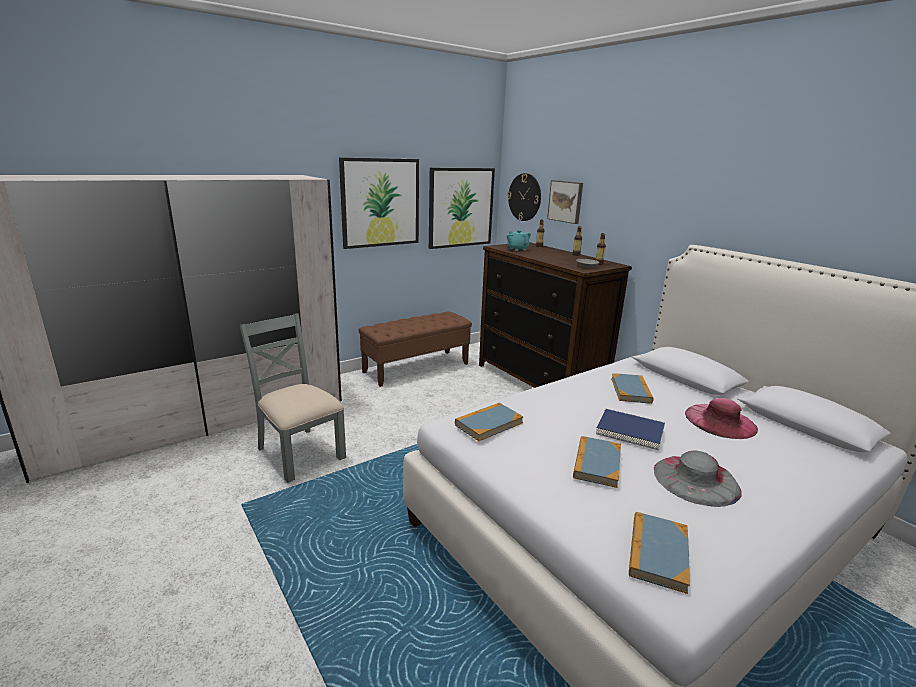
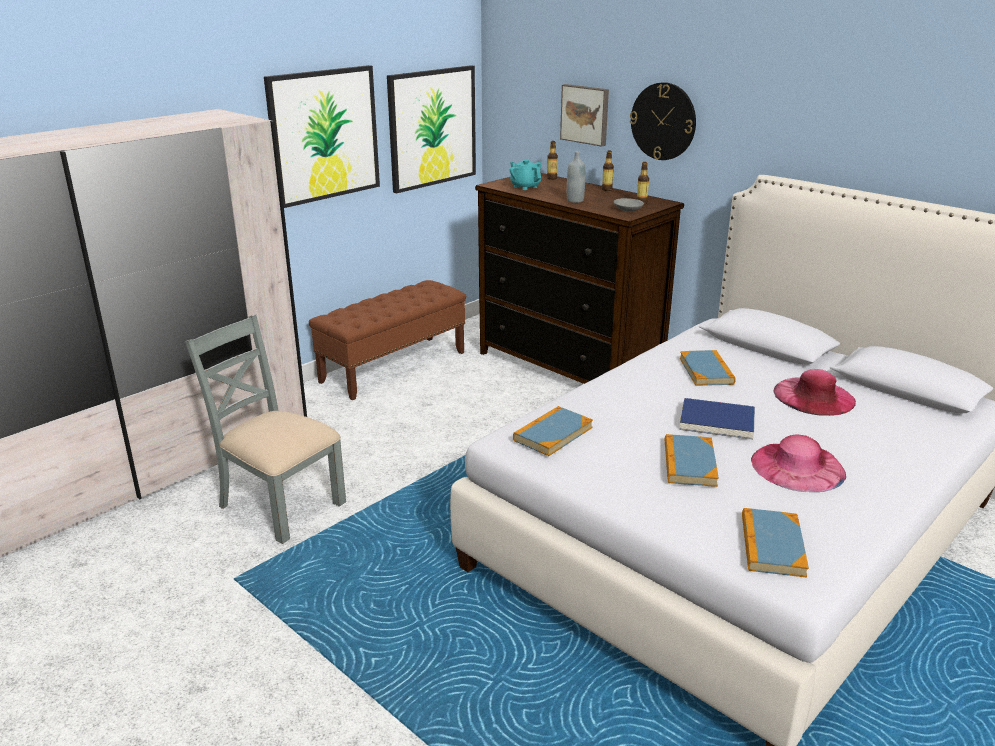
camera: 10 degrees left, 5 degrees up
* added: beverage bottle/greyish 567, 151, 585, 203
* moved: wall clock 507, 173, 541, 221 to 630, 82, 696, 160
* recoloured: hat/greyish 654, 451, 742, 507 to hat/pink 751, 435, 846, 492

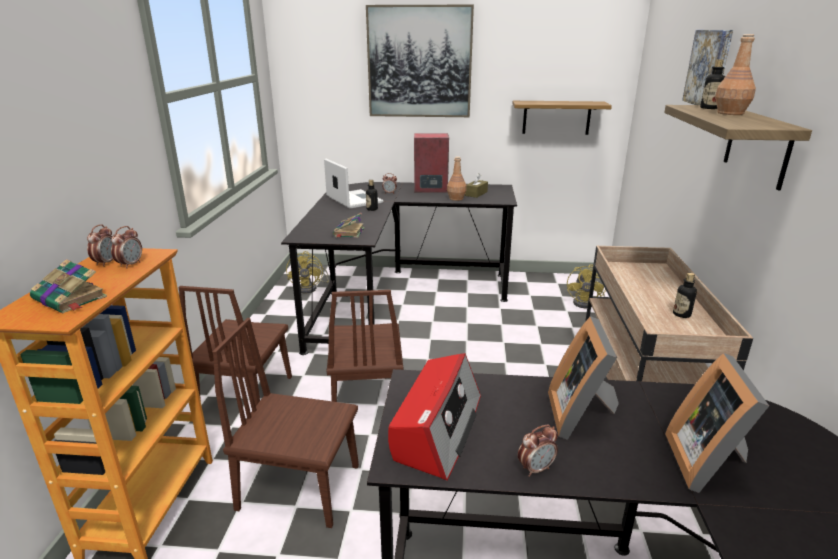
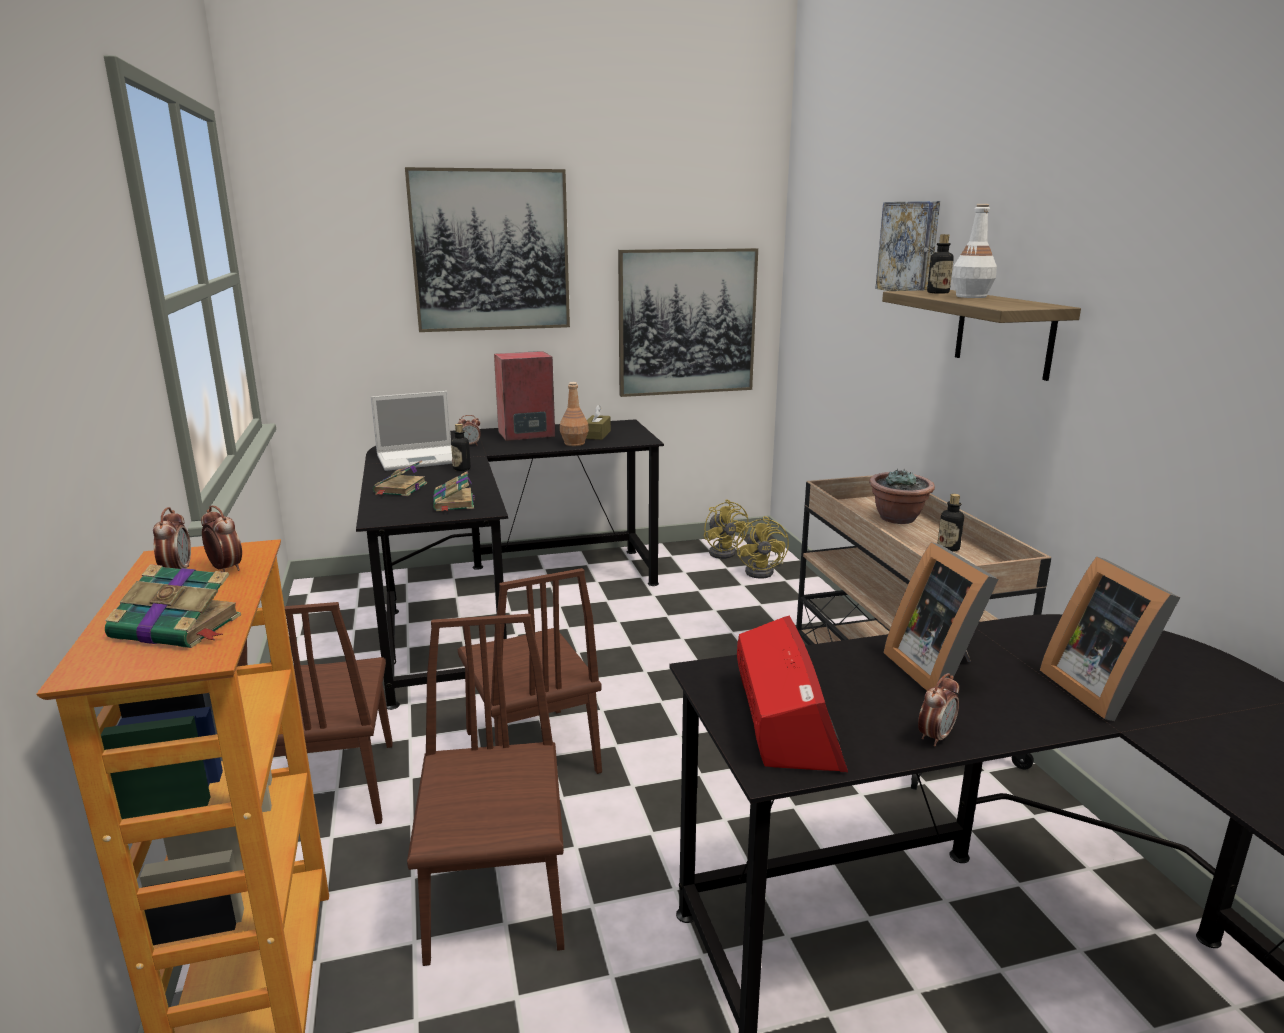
camera: 20 degrees left, 5 degrees down
* added: book 373, 460, 427, 496
* added: potted plant 869, 469, 935, 524
* moved: cooling fan/yellowish 286, 251, 329, 293 to 704, 499, 749, 559
* replaced: wall shelf 512, 101, 612, 135 to picture 618, 248, 758, 397
* recoloured: beverage bottle/brown 715, 34, 756, 115 to beverage bottle/white-coloured 952, 204, 997, 298
* turned: alarm clock 111, 226, 142, 269 = 201, 505, 242, 572 45 degrees counterclockwise
* turned: chair/brown 212, 318, 359, 528 = 407, 614, 564, 966 90 degrees clockwise
* turned: portable computer 324, 159, 384, 209 = 371, 391, 453, 471 120 degrees clockwise

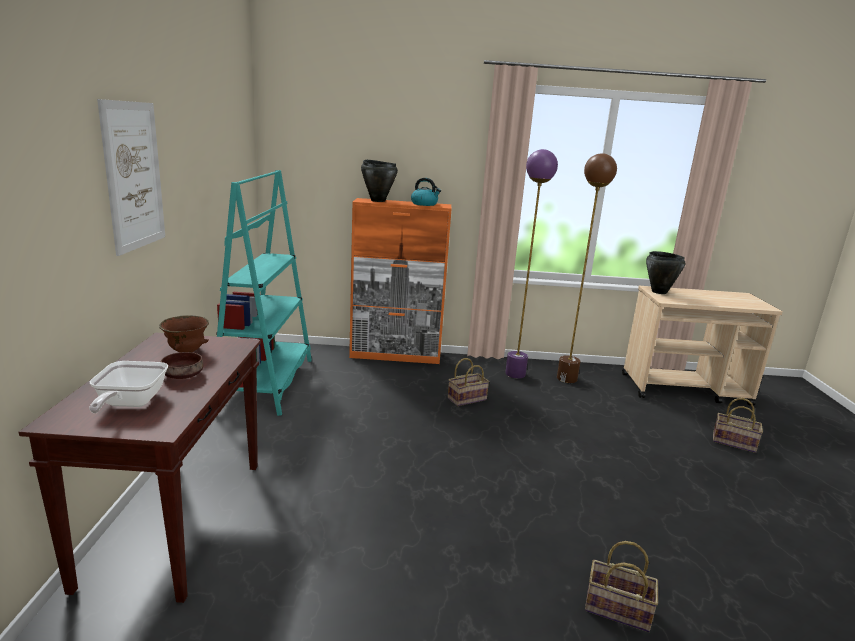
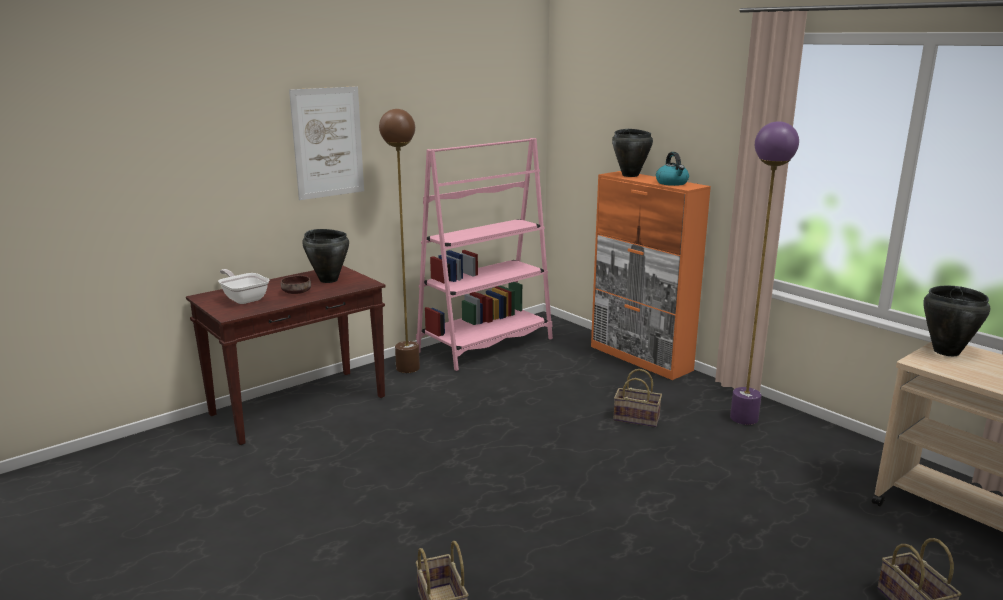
camera: 50 degrees right, 0 degrees up
* moved: standing lamp/brown 557, 153, 617, 383 to 379, 109, 420, 373
* replaced: serving bowl/brown 159, 315, 209, 352 to stockpot/black 302, 229, 349, 283
* recoloured: shelving unit/blue-green 216, 170, 312, 416 to shelving unit/pink 416, 138, 553, 371
* turned: pan 89, 361, 168, 413 = 218, 269, 269, 304 90 degrees clockwise

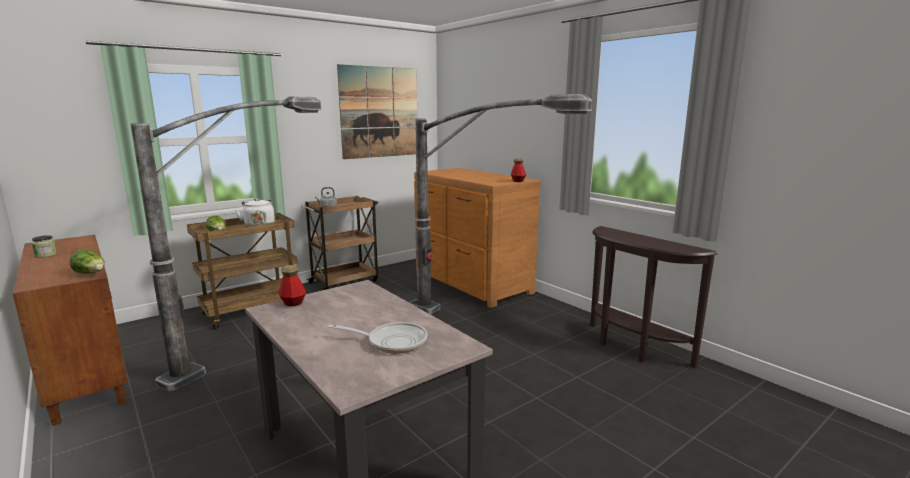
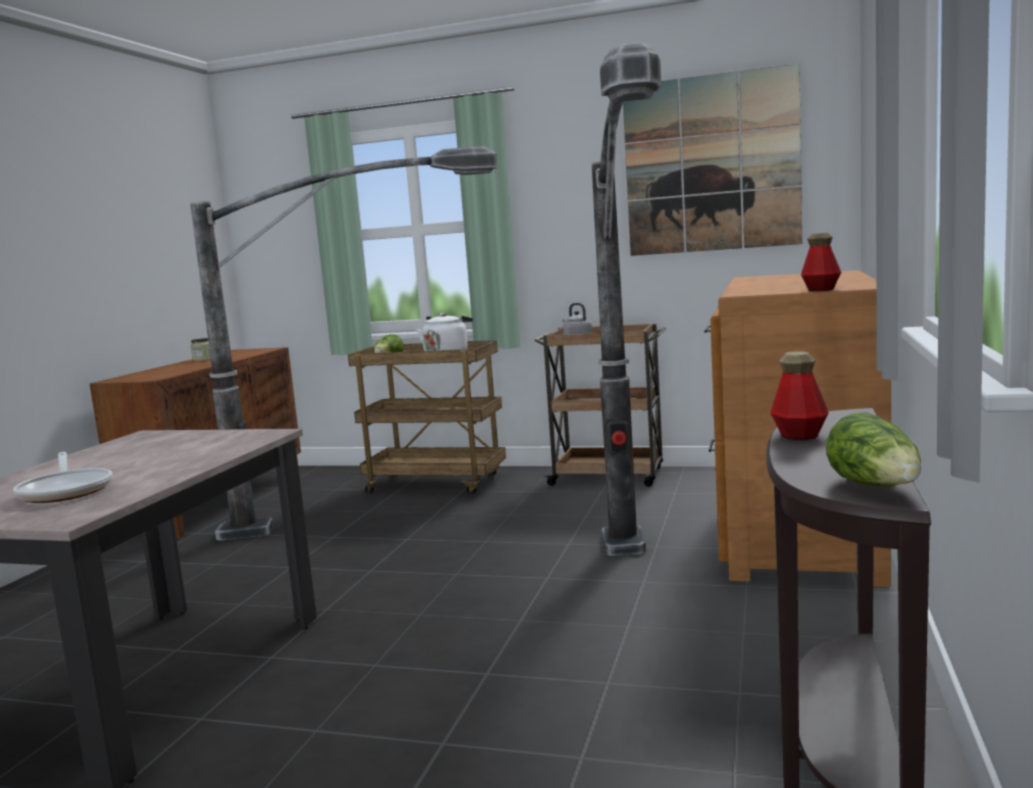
camera: 55 degrees right, 5 degrees down
* moved: lettuce head 69, 249, 105, 274 to 826, 412, 921, 486
* moved: beverage bottle 278, 265, 306, 306 to 770, 351, 829, 440

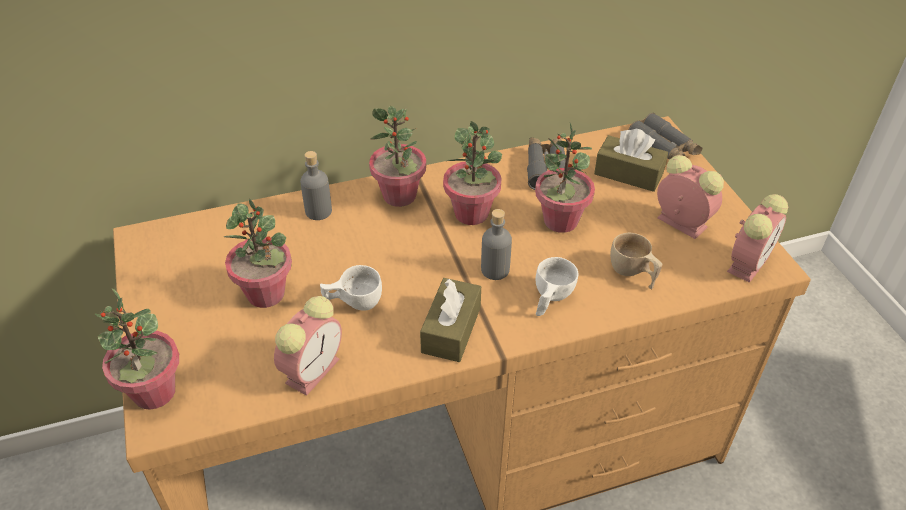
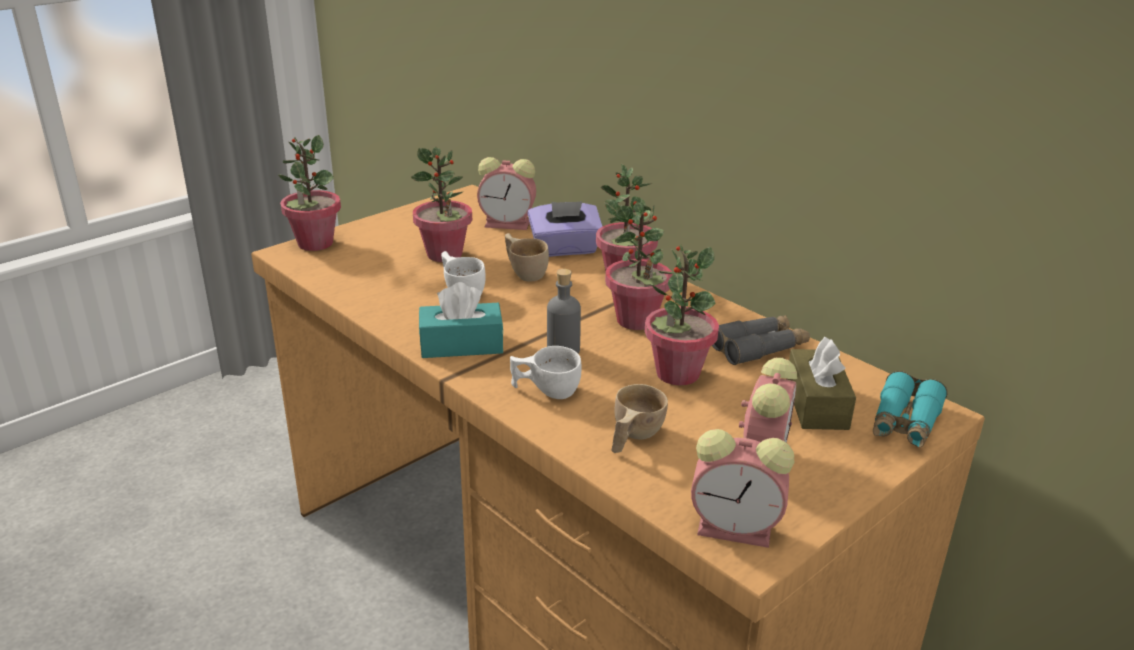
camera: 65 degrees right, 15 degrees down
* added: drinking cup/beige 505, 233, 549, 282
* moved: alarm clock 274, 296, 342, 396 to 477, 157, 536, 230
* replaced: beverage bottle/greyish 300, 151, 332, 220 to box of tissues/purple-coloured 527, 201, 602, 257
* recoloured: box of tissues/brown 420, 278, 481, 362 to box of tissues/blue-green 419, 282, 504, 358
* recoloured: field glasses/greyish 629, 113, 702, 160 to field glasses/blue-green 873, 371, 948, 448

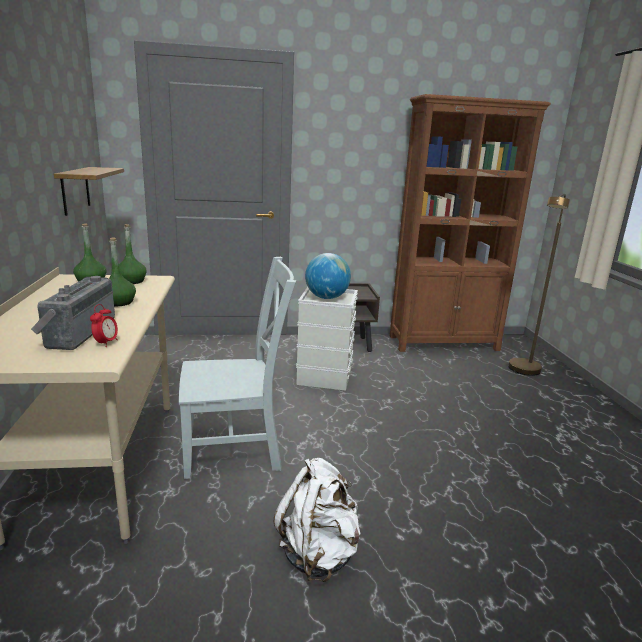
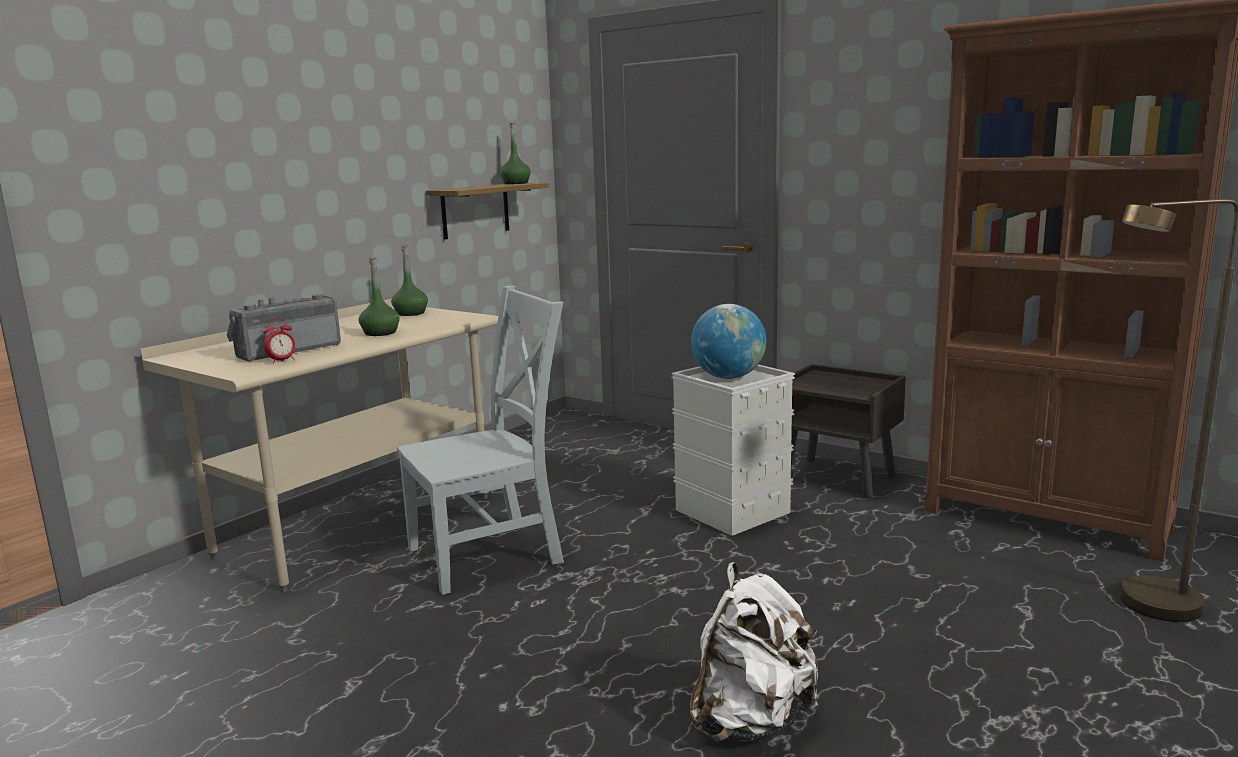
camera: 45 degrees right, 5 degrees down
* moved: beverage bottle/greenish 119, 224, 147, 284 to 500, 123, 531, 184
* moved: rucksack/white-coloured 274, 458, 360, 582 to 689, 562, 819, 742
* turned: chair/greyish 179, 257, 296, 479 = 397, 285, 564, 595 60 degrees counterclockwise

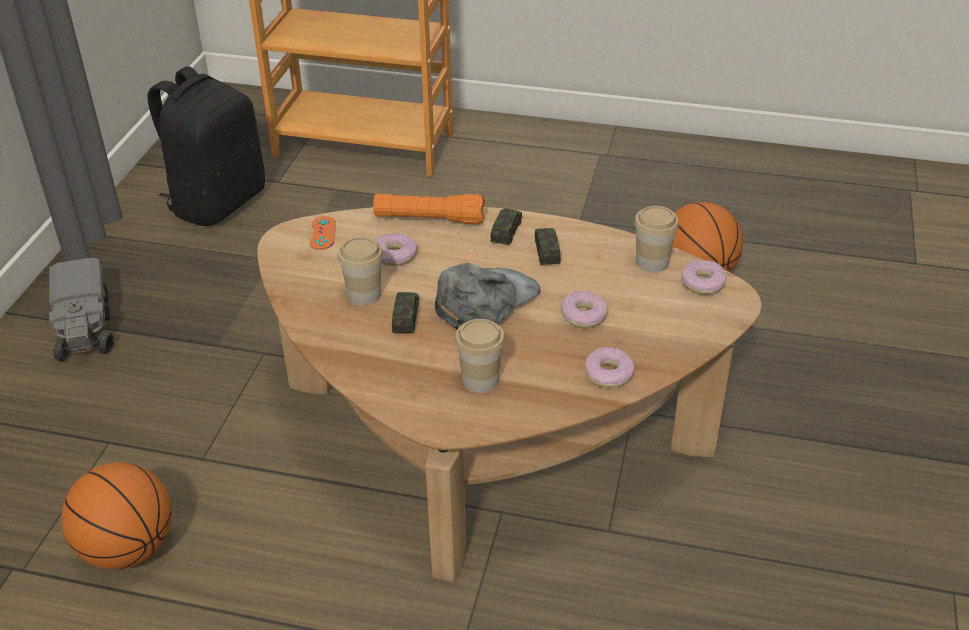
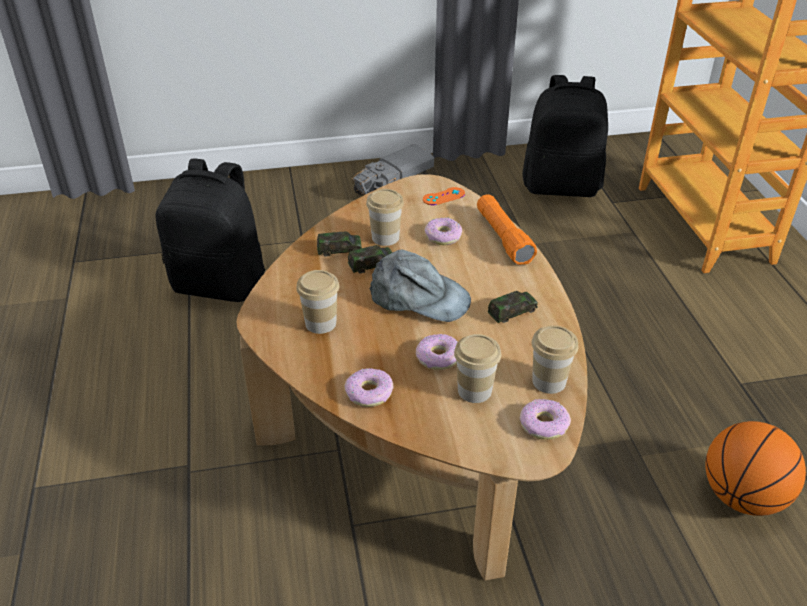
camera: 65 degrees right, 0 degrees up
* added: drinking cup 454, 334, 501, 403
* moved: toy car 490, 208, 522, 245 to 317, 232, 362, 256
* replaced: ball for basketball 61, 462, 172, 569 to rucksack/black 155, 158, 265, 302

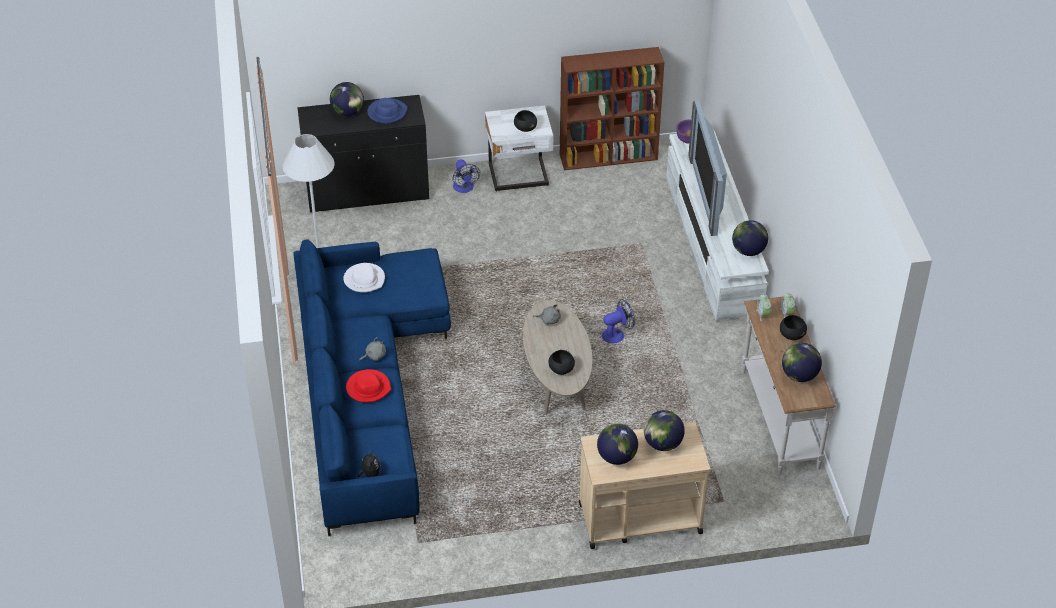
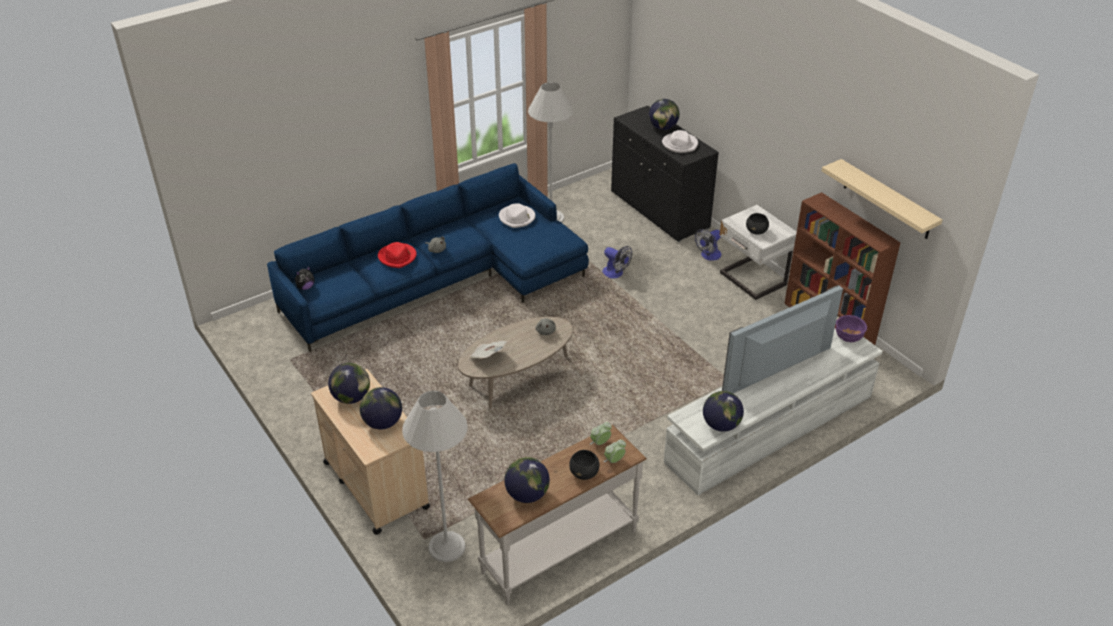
camera: 65 degrees right, 5 degrees down
* added: standing lamp/white-coloured 402, 390, 468, 562
* added: wall shelf/beige 822, 159, 943, 239
* moved: cooling fan 602, 299, 635, 344 to 602, 246, 632, 279
* replaced: serving bowl/black 549, 350, 575, 375 to printed paper 469, 340, 507, 359
* recoloured: hat/bluish 367, 98, 408, 124 to hat/white-coloured 662, 130, 698, 153

